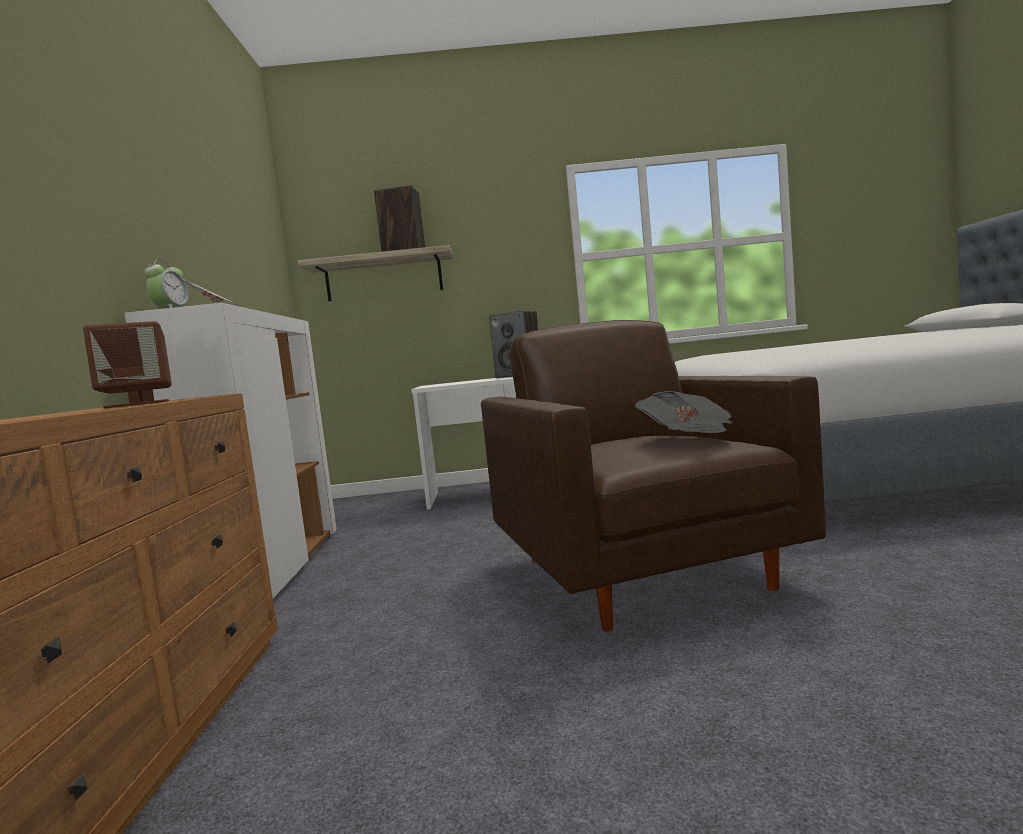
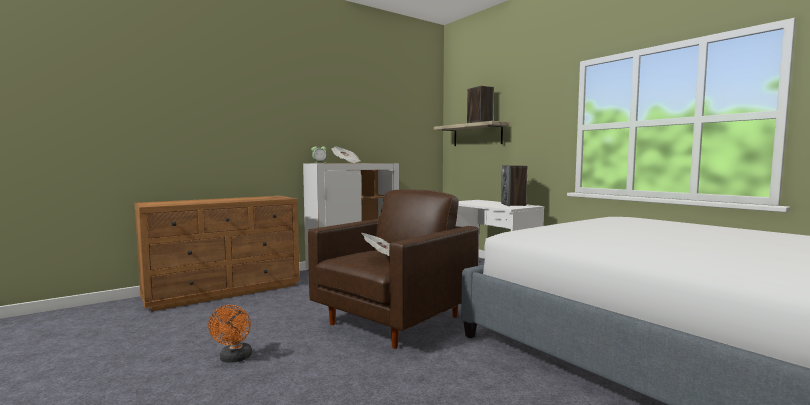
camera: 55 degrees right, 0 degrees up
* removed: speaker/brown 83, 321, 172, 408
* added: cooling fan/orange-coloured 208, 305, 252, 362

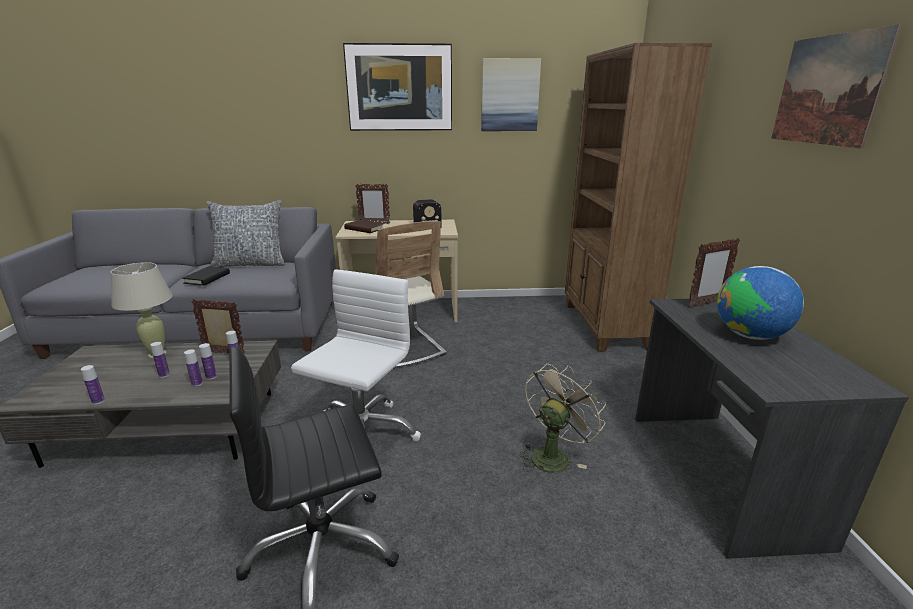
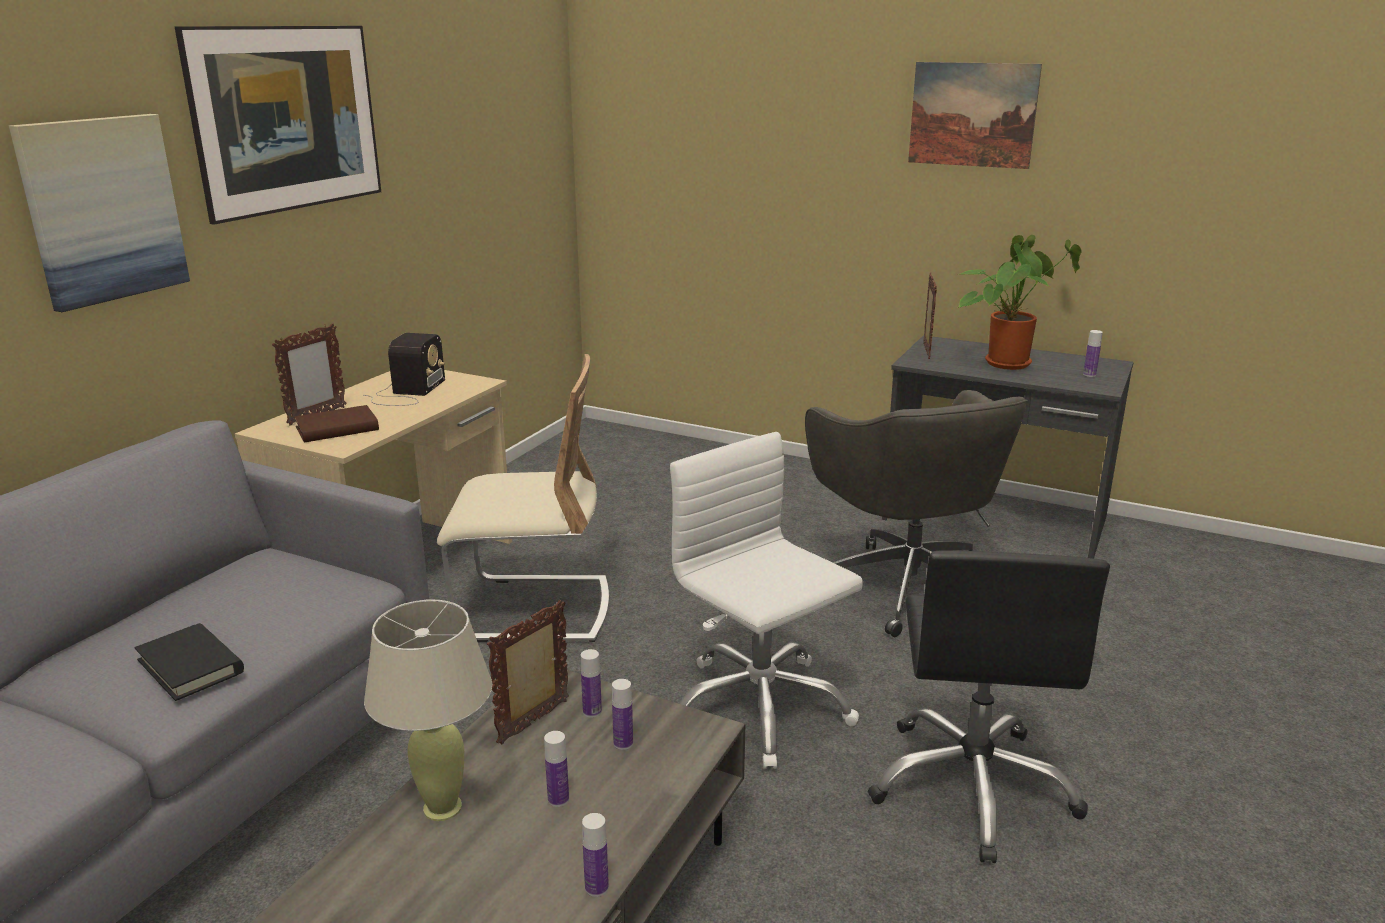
camera: 60 degrees left, 0 degrees up
* removed: pillow 206, 200, 285, 267
* removed: shelving unit/brown 565, 43, 712, 352
* moved: beverage bottle 184, 349, 203, 387 to 1083, 330, 1103, 377
* moved: picture 481, 58, 541, 131 to 9, 114, 190, 312
* replaced: cooling fan/beige 519, 364, 606, 473 to desk chair/greyish 805, 390, 1028, 637
* replaced: desk globe 717, 266, 804, 340 to potted plant 958, 235, 1082, 370

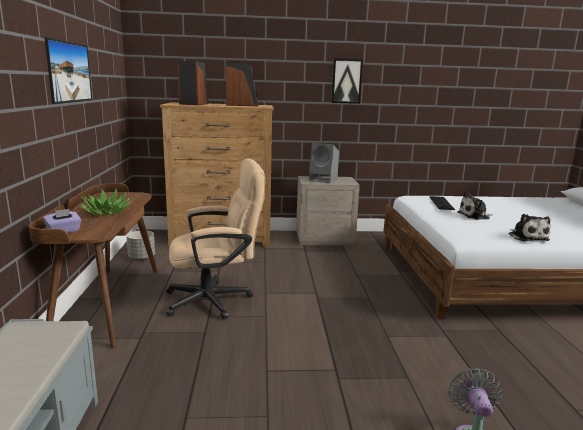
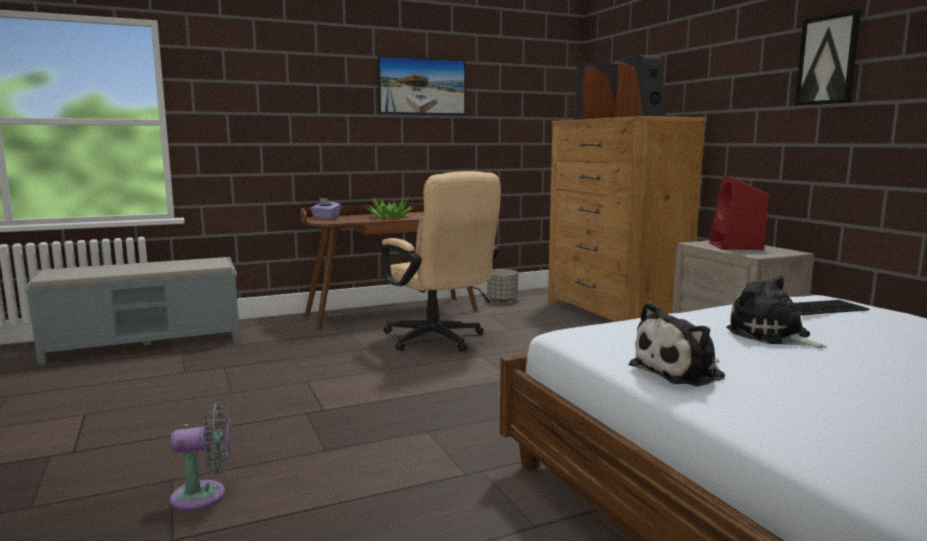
camera: 70 degrees right, 5 degrees down
* recoloured: speaker/greyish 309, 143, 339, 183 to speaker/reddish 709, 176, 769, 250

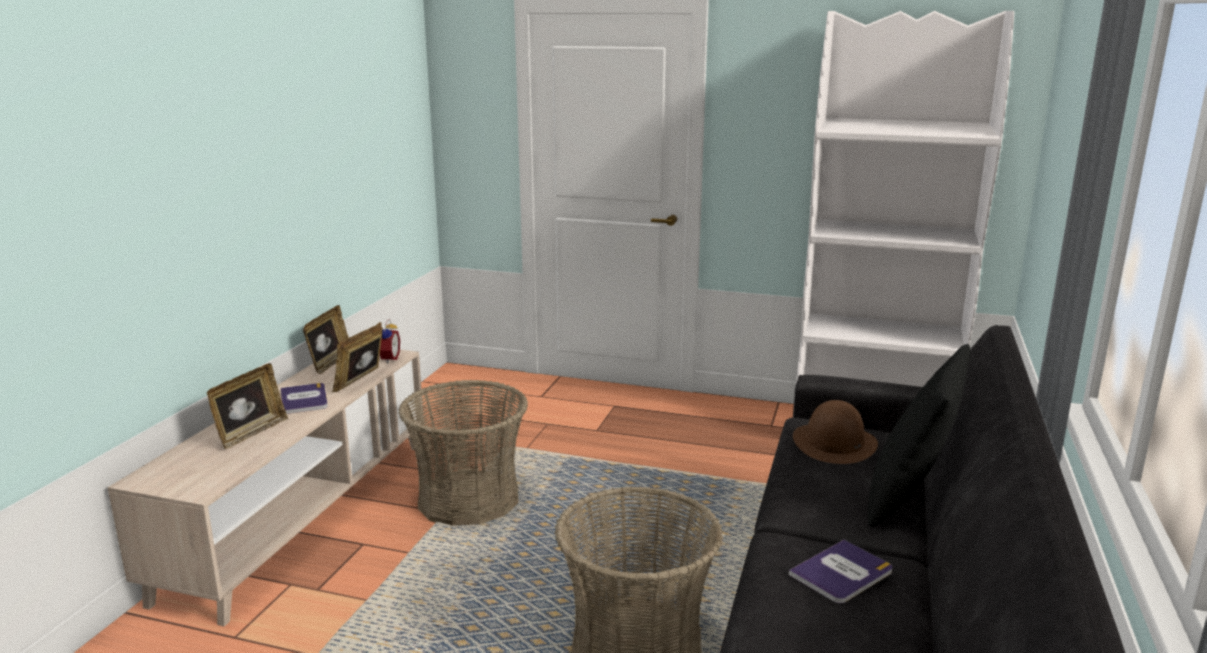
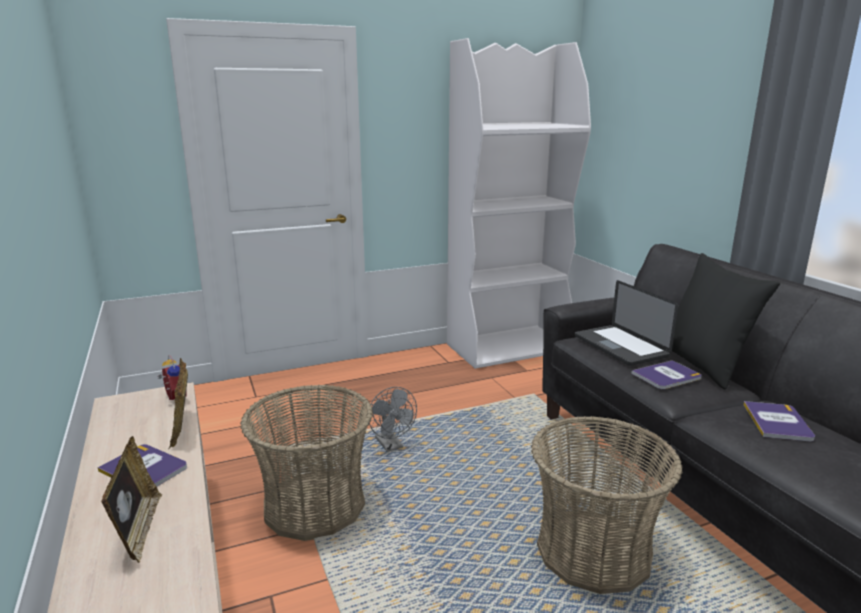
camera: 40 degrees left, 0 degrees up
* removed: standing frame 303, 305, 349, 374
* added: cooling fan/greyish 369, 387, 417, 452
* added: book 631, 360, 702, 389
* replaced: hat/brown 793, 400, 878, 464 to portable computer 575, 280, 678, 366

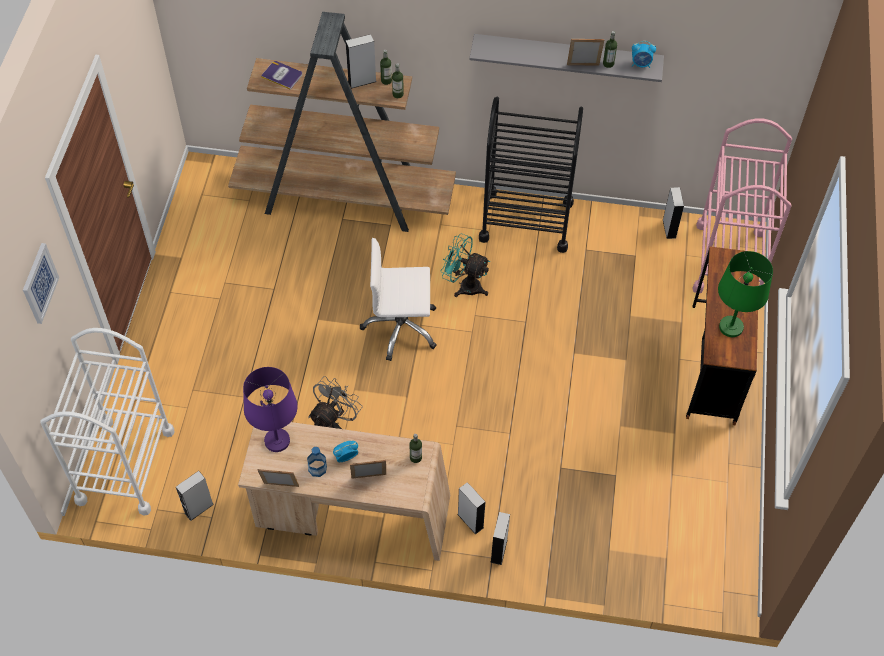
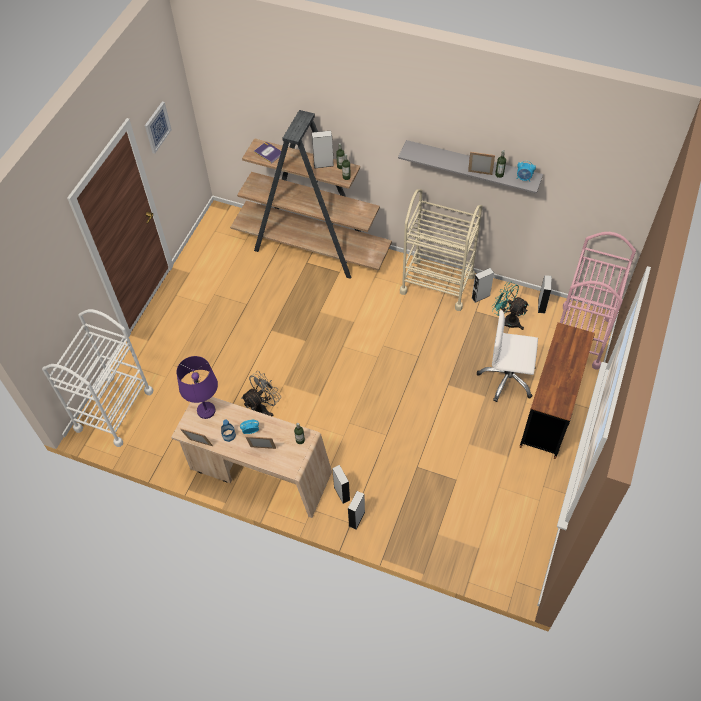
camera: 15 degrees right, 0 degrees up
* removed: lamp for a table/greenish 718, 251, 773, 337
* moved: picture 23, 243, 59, 324 to 145, 101, 172, 154
* moved: speaker/greyish 176, 471, 214, 521 to 472, 268, 494, 303
* moved: desk chair/white-coloured 360, 238, 437, 361 to 477, 310, 538, 402
* moved: cooling fan/blue-green 441, 233, 490, 297 to 492, 282, 529, 330
* recoloured: trolley/black 479, 97, 583, 253 to trolley/beige 400, 189, 483, 311

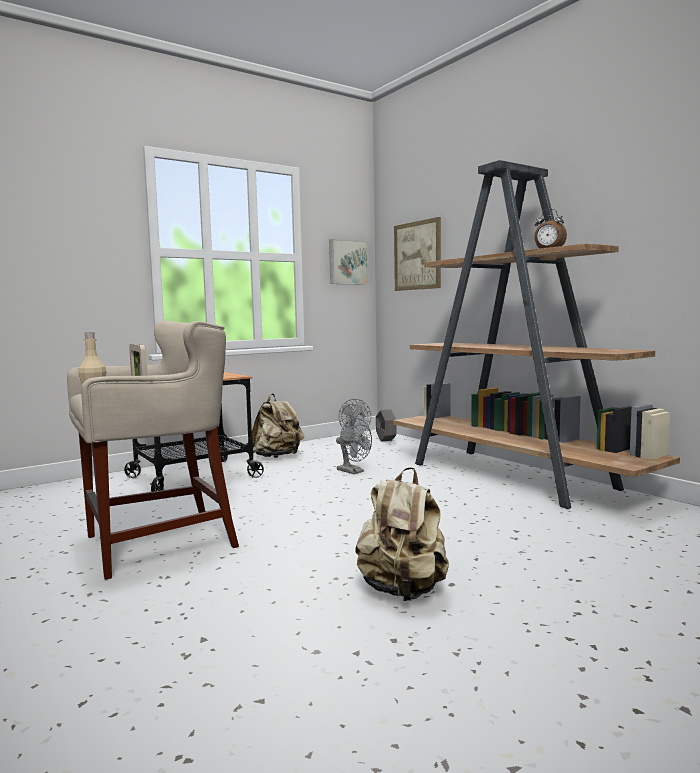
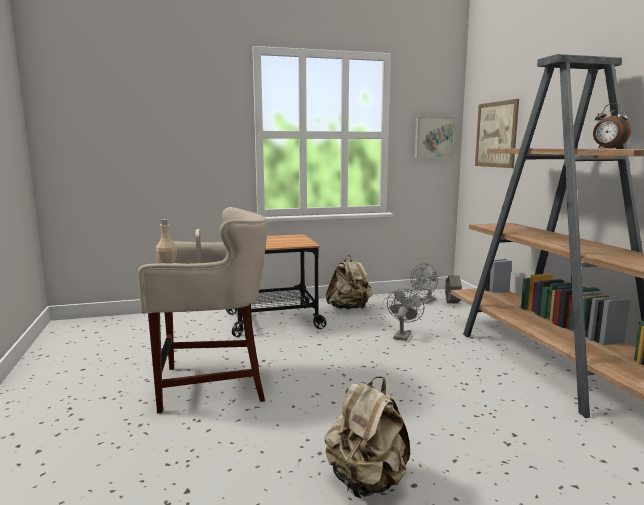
camera: 20 degrees right, 5 degrees up
* turned: cooling fan/greyish 336, 418, 372, 474 = 387, 288, 424, 341 135 degrees counterclockwise

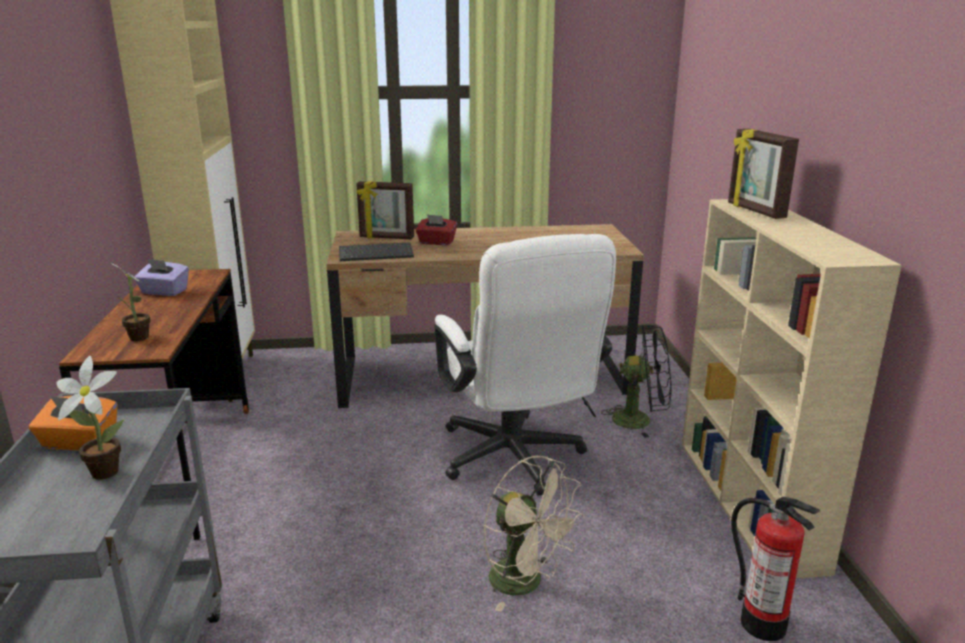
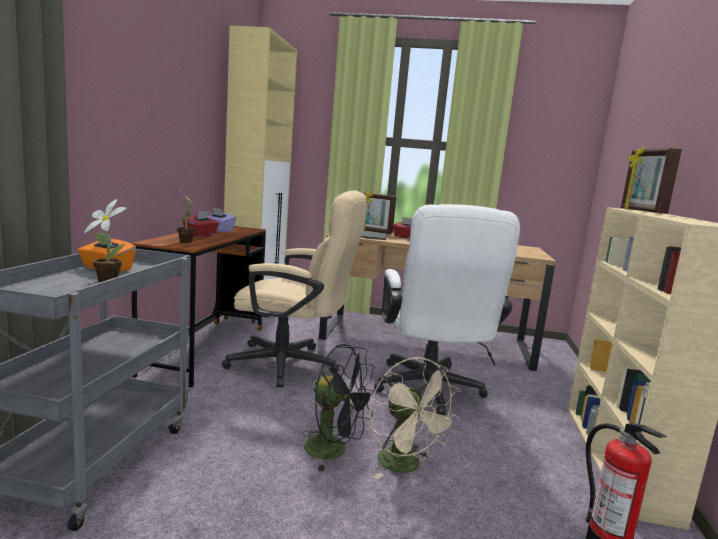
camera: 15 degrees right, 10 degrees down
* added: box of tissues/reddish 183, 211, 219, 237
* added: desk chair/beige 222, 190, 367, 388
* moved: cooling fan/black 601, 325, 672, 438 to 302, 344, 377, 472

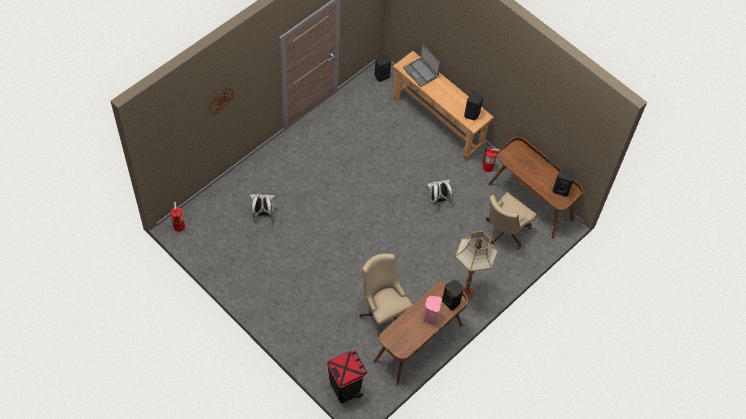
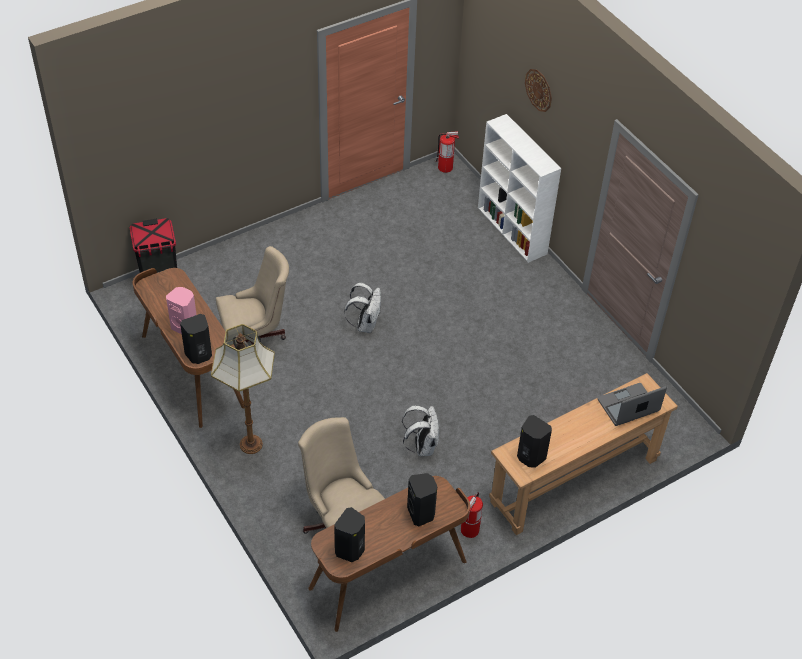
camera: 105 degrees right, 10 degrees down
* added: shelving unit/white-coloured 478, 114, 561, 263
* moved: rucksack/white-coloured 250, 194, 276, 218 to 344, 283, 381, 333
* moved: speaker/black 374, 54, 391, 82 to 407, 473, 437, 526

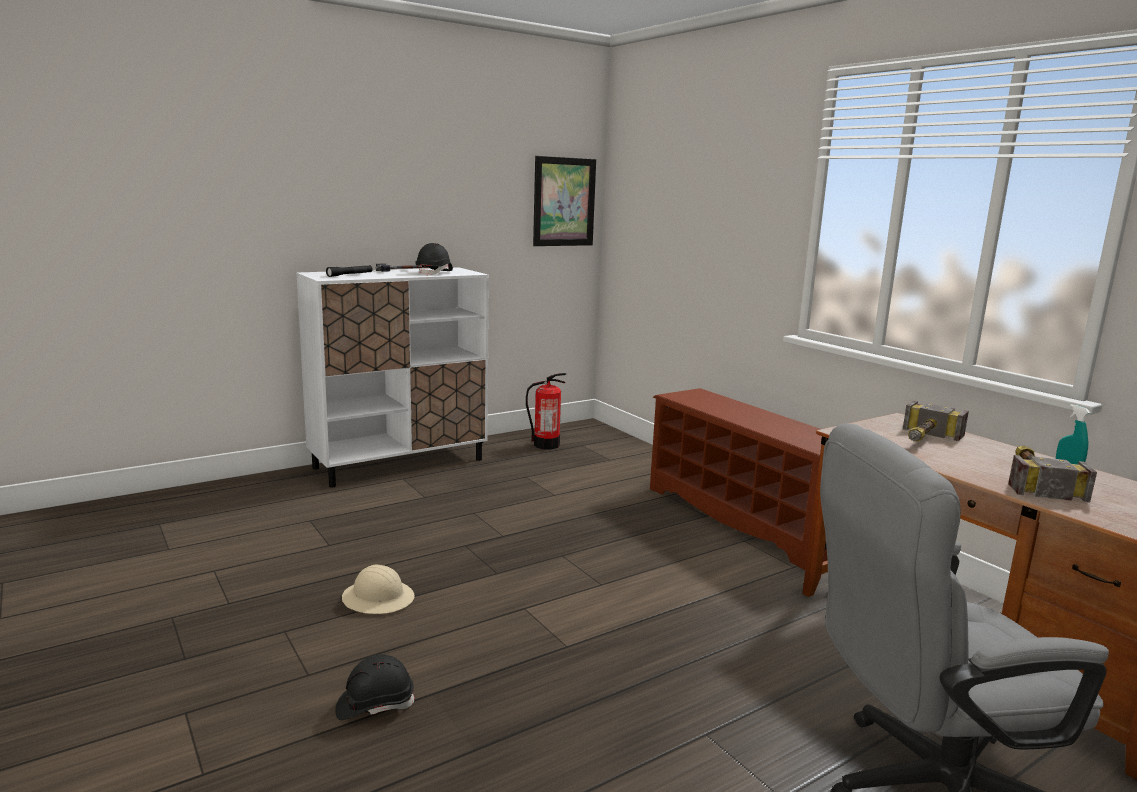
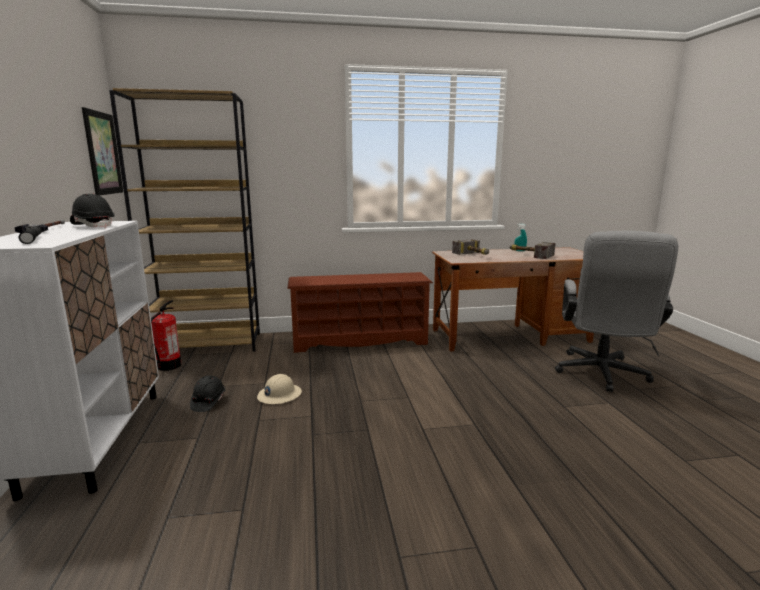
camera: 65 degrees left, 0 degrees up
* added: shelving unit/brown 109, 88, 260, 352
* moved: work helmet/black 335, 654, 415, 720 to 190, 376, 226, 412
* moved: work helmet/beige 342, 565, 415, 614 to 257, 374, 302, 404

